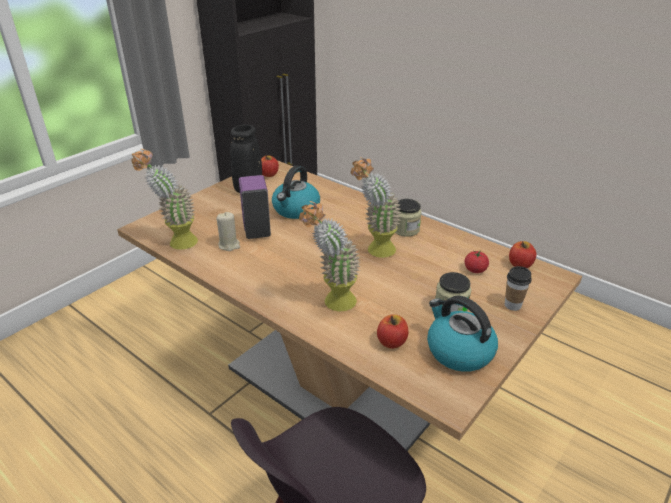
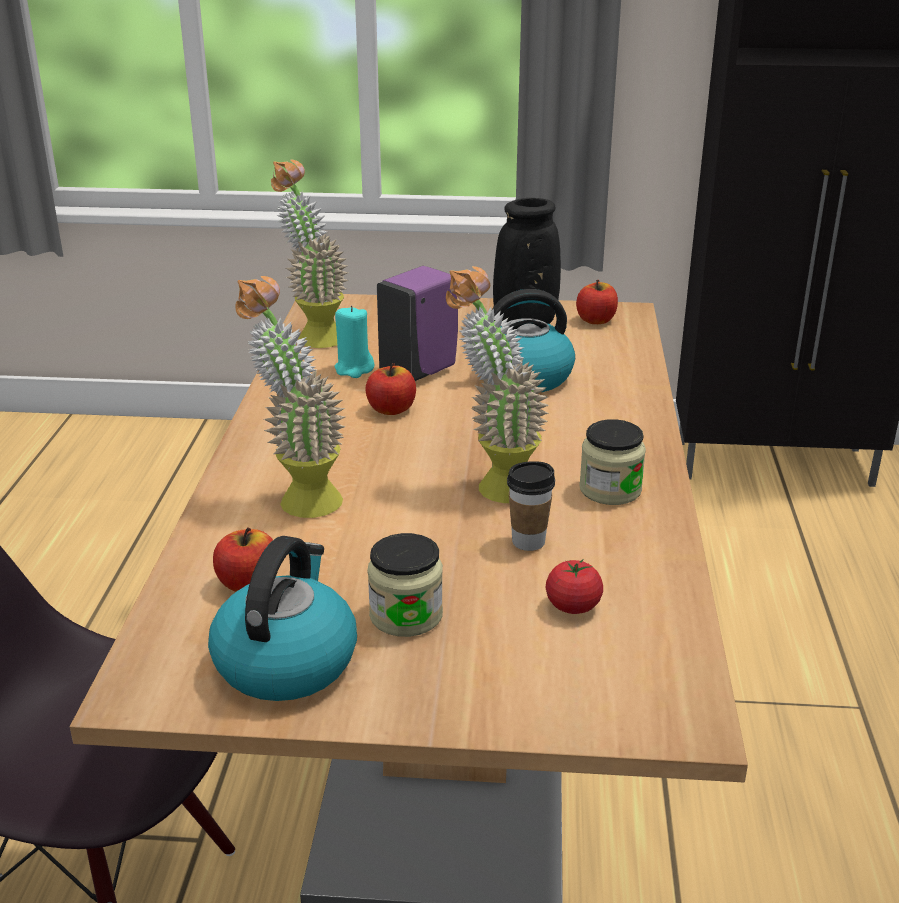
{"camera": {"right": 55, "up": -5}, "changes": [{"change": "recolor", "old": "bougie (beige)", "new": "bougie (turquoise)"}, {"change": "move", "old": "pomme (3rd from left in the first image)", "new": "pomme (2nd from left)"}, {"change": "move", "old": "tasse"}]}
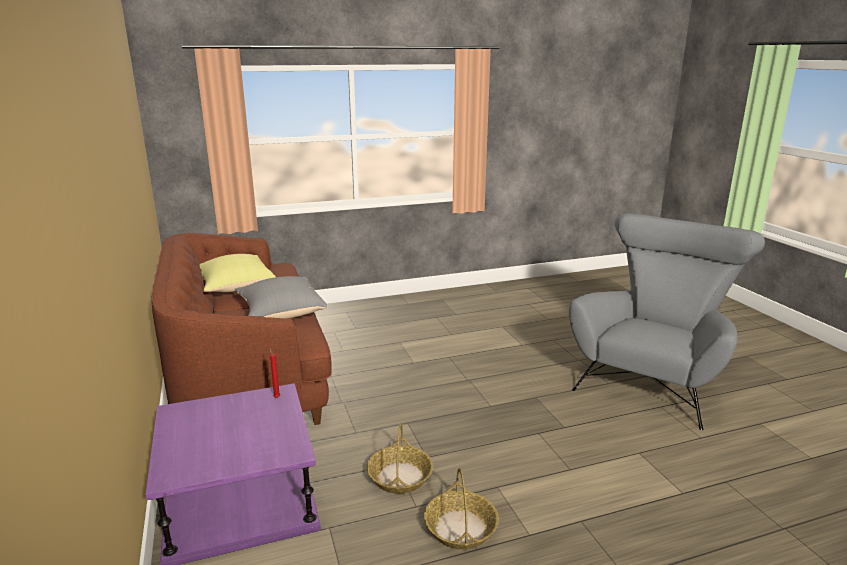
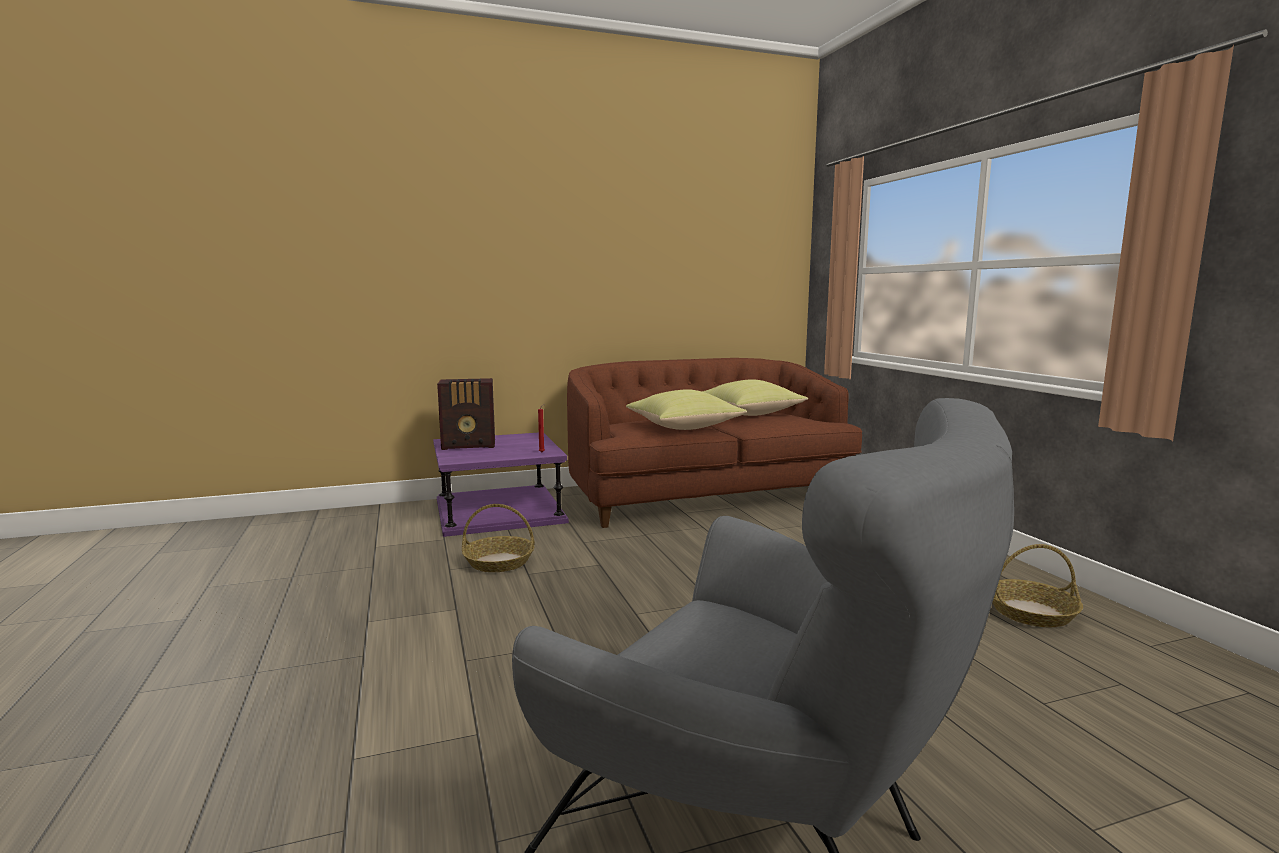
{"camera": {"right": 90, "up": -10}, "changes": [{"change": "recolor", "old": "coussin (gris)", "new": "coussin (jaune) (1st from left)"}, {"change": "move", "old": "panier (2nd from left)"}, {"change": "insert", "new": "radio"}]}
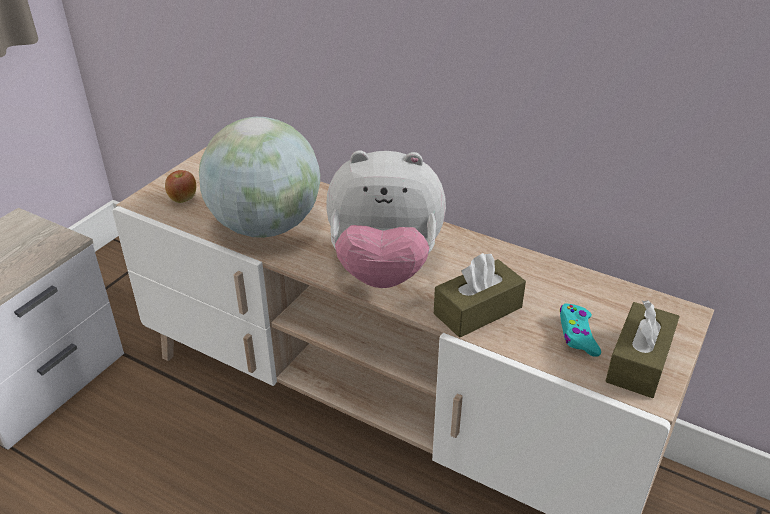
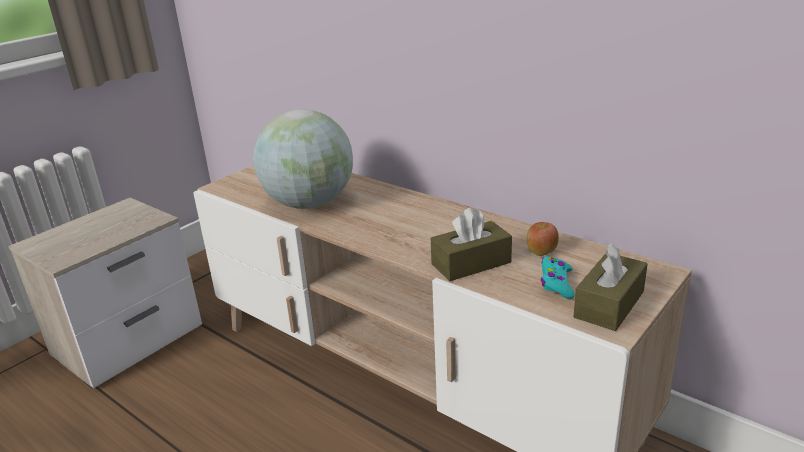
{"camera": {"right": 10, "up": -10}, "changes": [{"change": "delete", "old": "peluche"}, {"change": "move", "old": "pomme"}]}
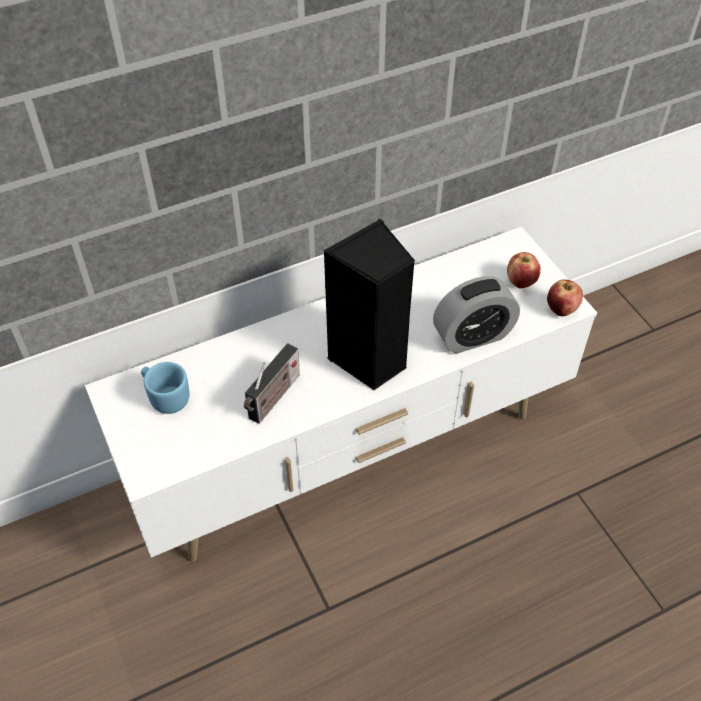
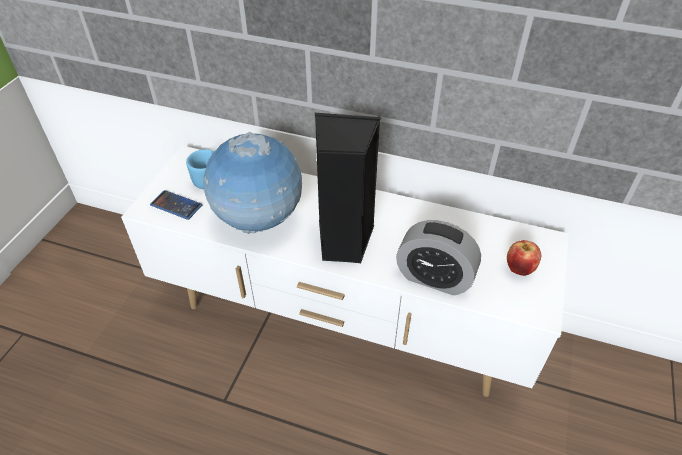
{"camera": {"right": 45, "up": -5}, "changes": [{"change": "delete", "old": "pomme (2nd from left)"}, {"change": "replace", "old": "radio", "new": "globe"}, {"change": "insert", "new": "téléphone"}]}
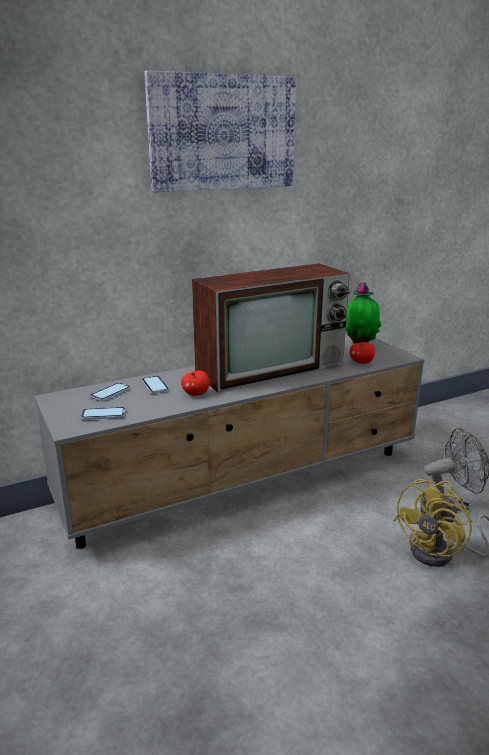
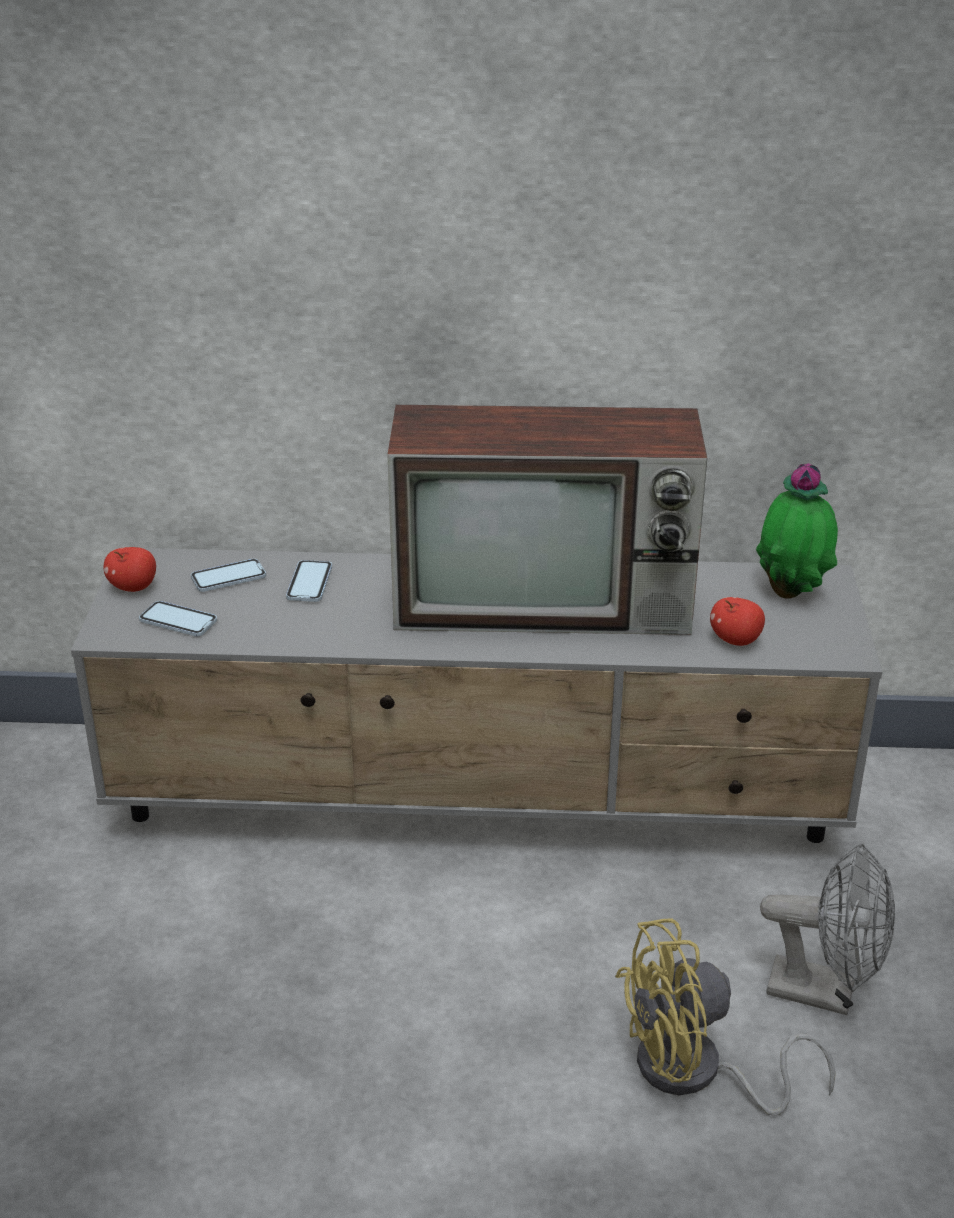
{"camera": {"right": 30, "up": 10}, "changes": [{"change": "delete", "old": "tableau"}, {"change": "move", "old": "pomme (1st from left)"}]}
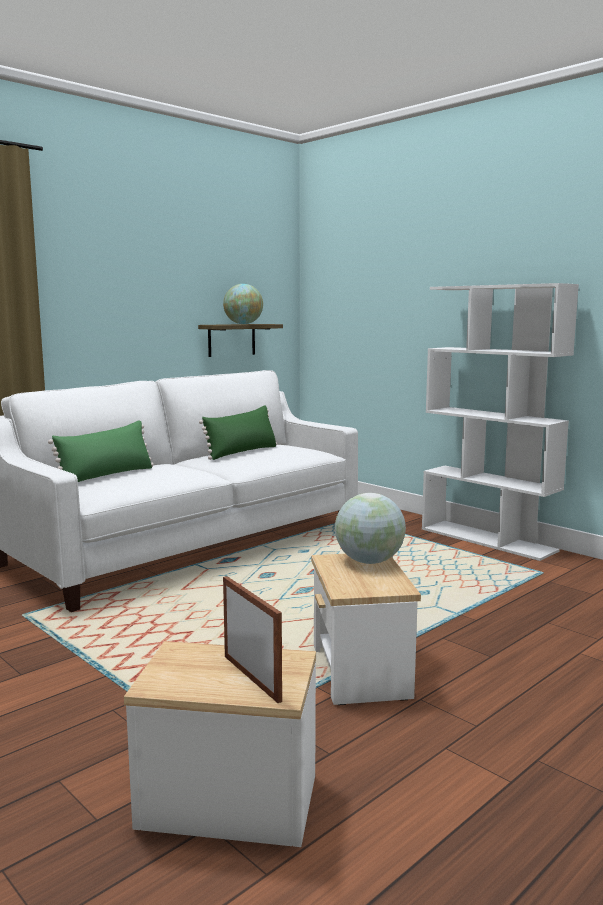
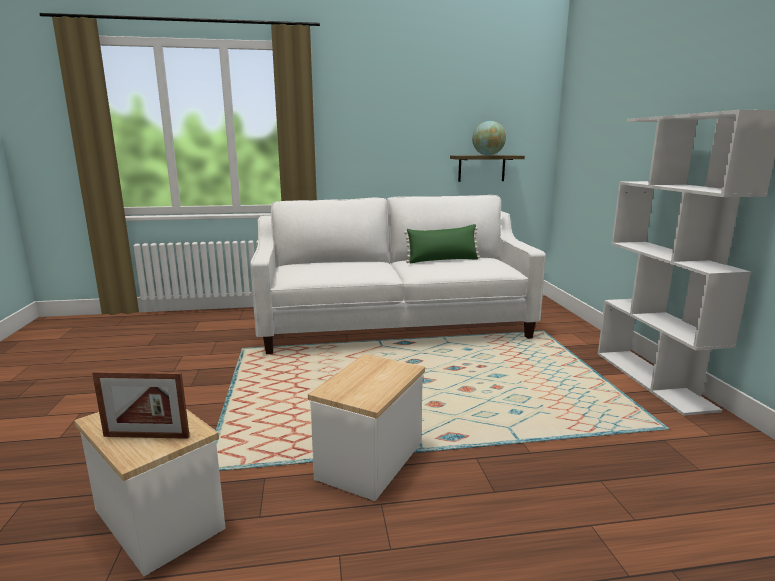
{"camera": {"right": 35, "up": 5}, "changes": [{"change": "delete", "old": "coussin (vert) (1st from left)"}, {"change": "delete", "old": "globe (2nd from left)"}, {"change": "rotate", "old": "cadre photo", "degrees": 90}]}
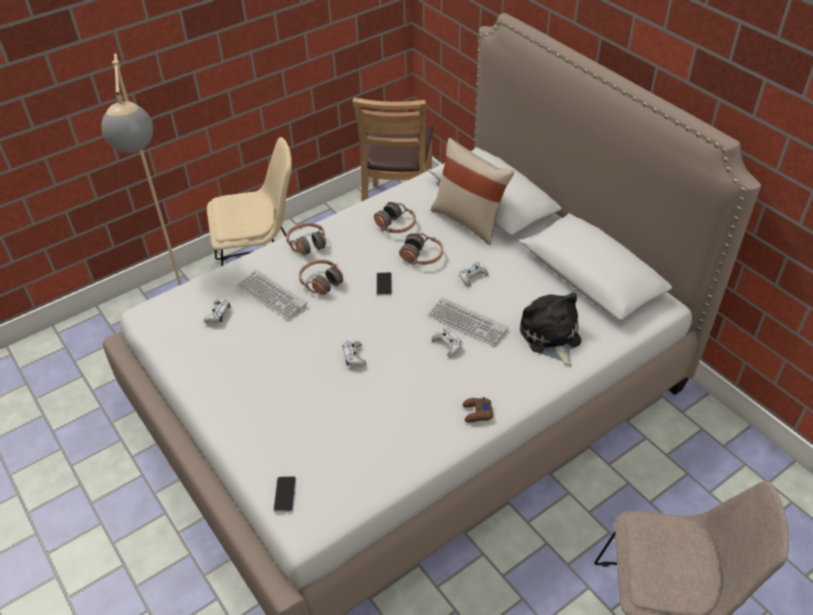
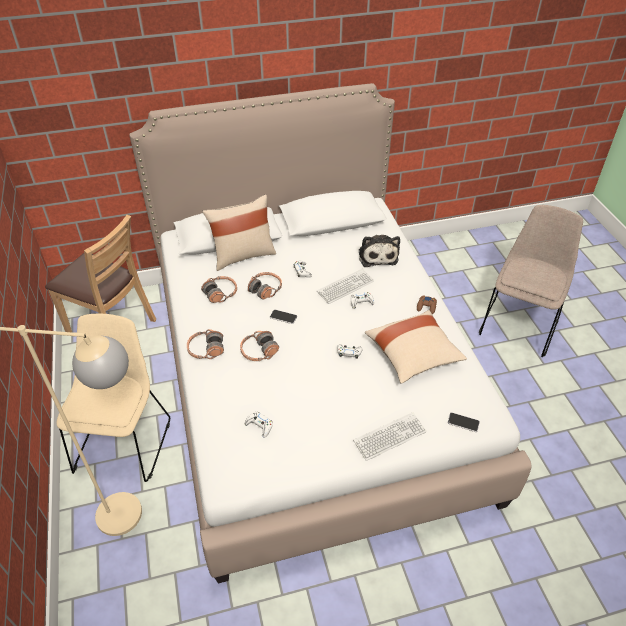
{"camera": {"right": -70, "up": 0}, "changes": [{"change": "move", "old": "clavier (1st from left in the first image)", "new": "clavier (2nd from left)"}, {"change": "rotate", "old": "peluche", "degrees": -105}, {"change": "insert", "new": "coussin (beige) (2nd from left)"}]}
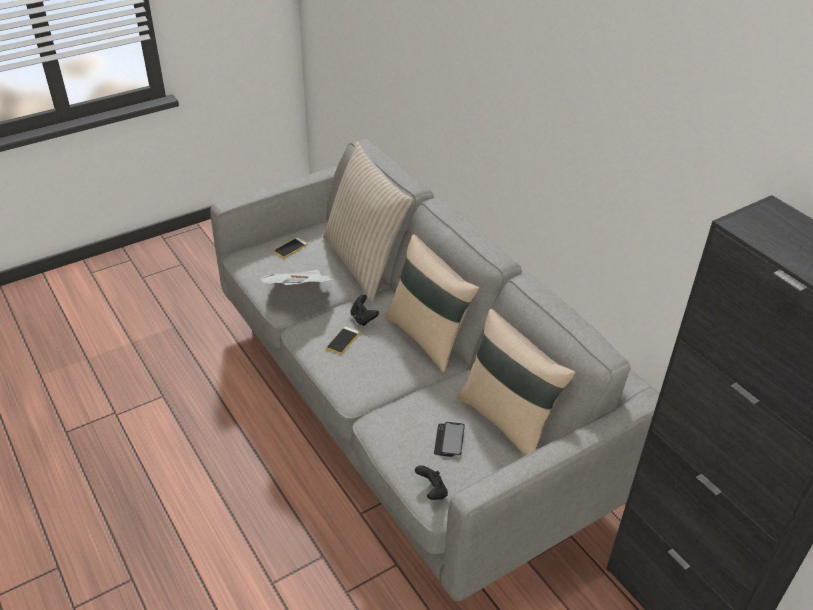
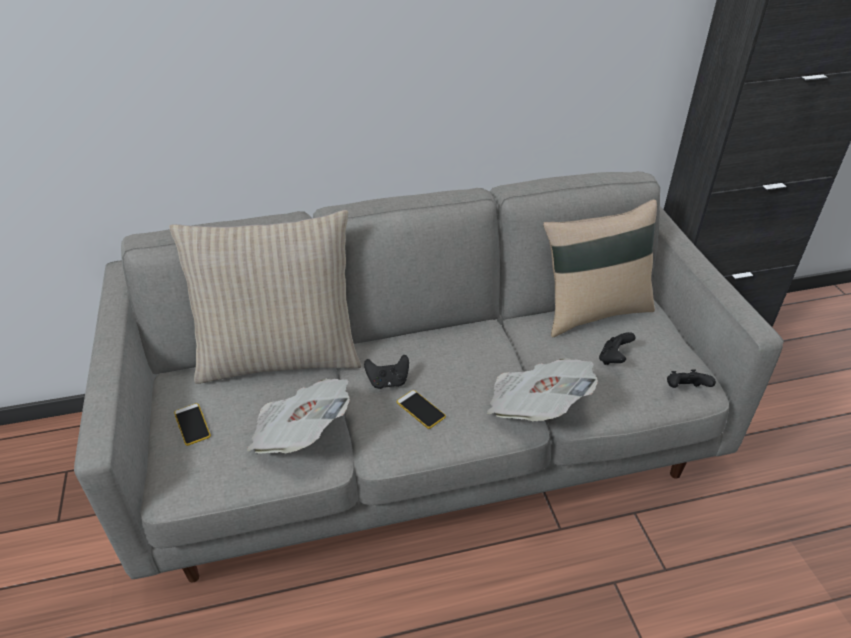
{"camera": {"right": -70, "up": 0}, "changes": [{"change": "delete", "old": "coussin (beige) (2nd from left)"}, {"change": "replace", "old": "téléphone (3rd from left)", "new": "manette (noir) (2nd from left)"}, {"change": "insert", "new": "journal (2nd from left)"}]}
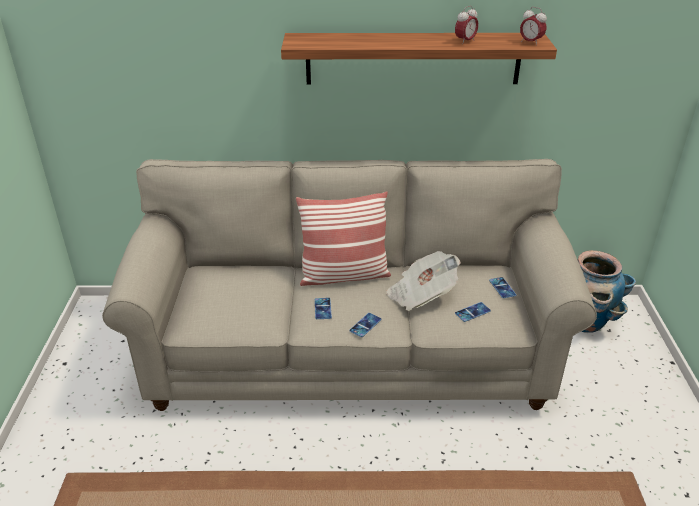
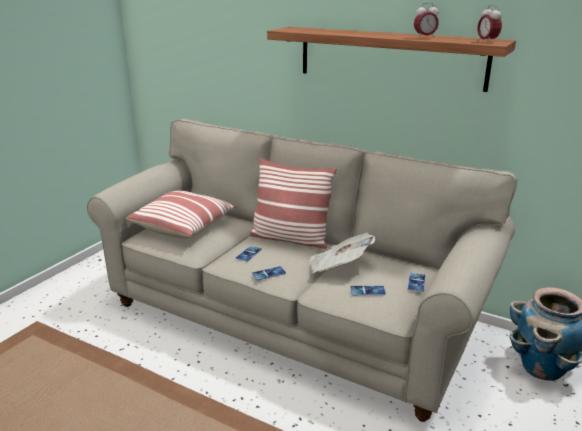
{"camera": {"right": 30, "up": -10}, "changes": [{"change": "insert", "new": "coussin (1st from left)"}]}
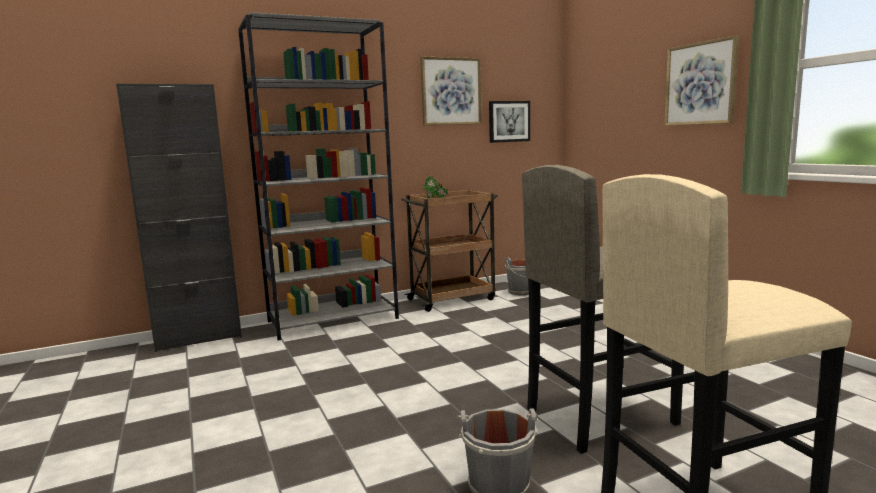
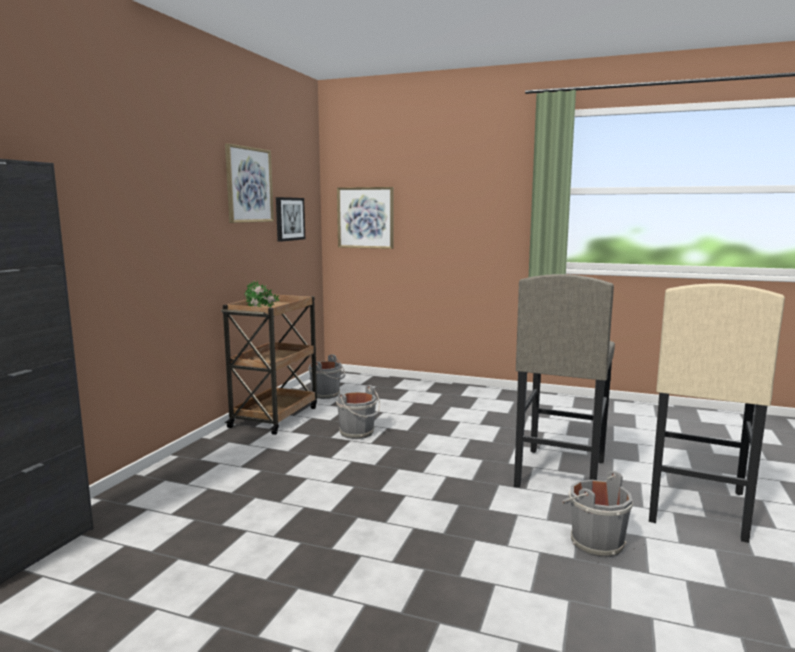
{"camera": {"right": -45, "up": 0}, "changes": [{"change": "delete", "old": "bibliothèque (gris)"}, {"change": "move", "old": "tableau (3rd from left)"}, {"change": "insert", "new": "seau (gris) (2nd from left)"}]}
